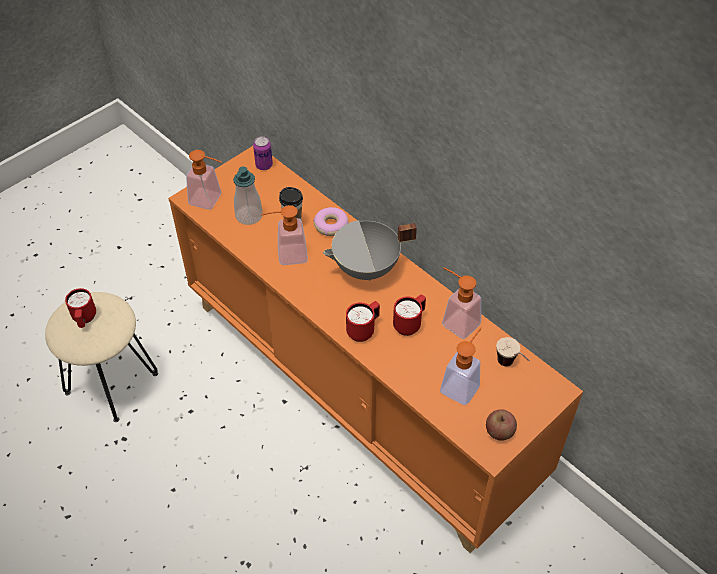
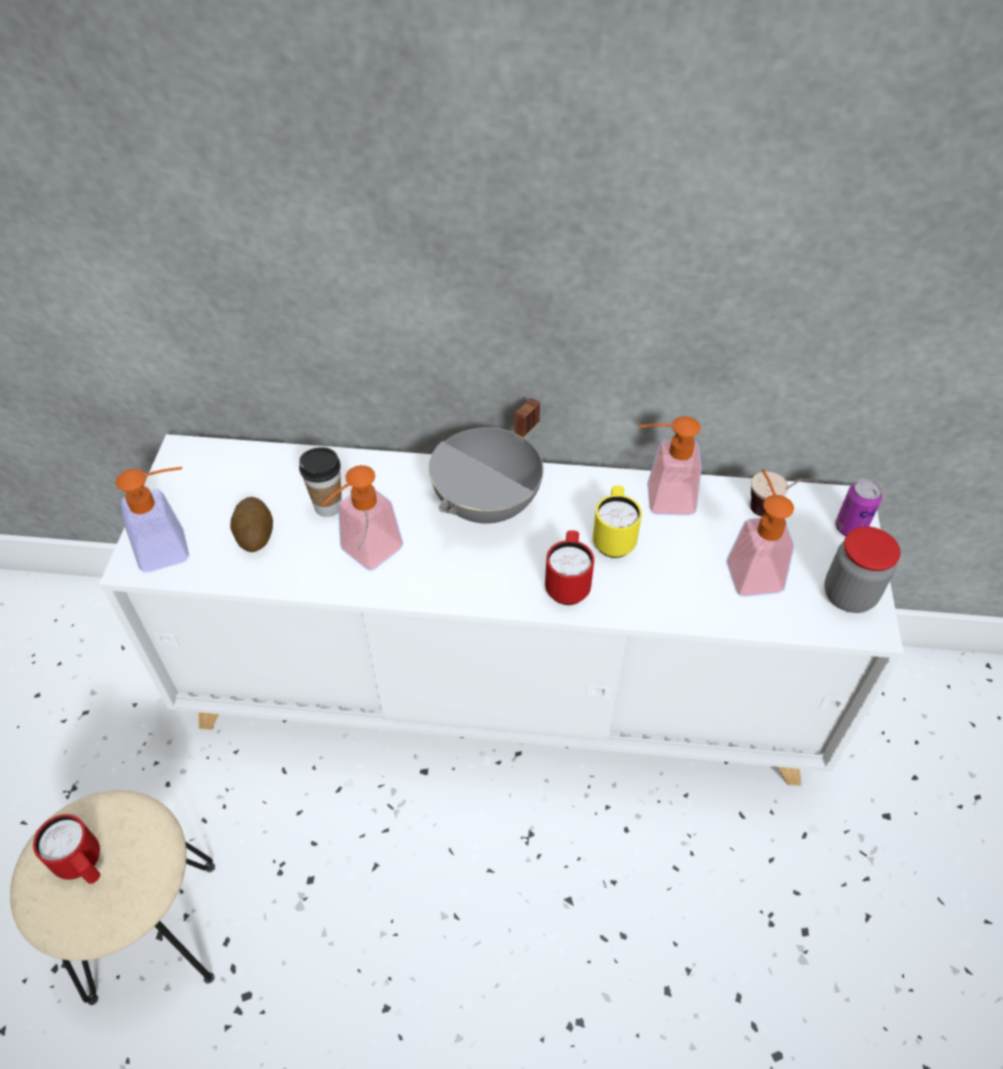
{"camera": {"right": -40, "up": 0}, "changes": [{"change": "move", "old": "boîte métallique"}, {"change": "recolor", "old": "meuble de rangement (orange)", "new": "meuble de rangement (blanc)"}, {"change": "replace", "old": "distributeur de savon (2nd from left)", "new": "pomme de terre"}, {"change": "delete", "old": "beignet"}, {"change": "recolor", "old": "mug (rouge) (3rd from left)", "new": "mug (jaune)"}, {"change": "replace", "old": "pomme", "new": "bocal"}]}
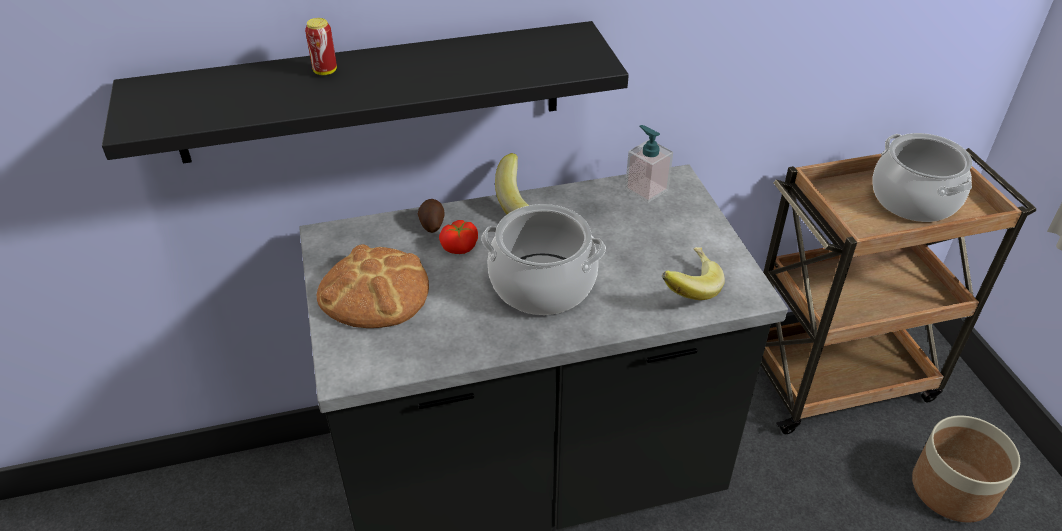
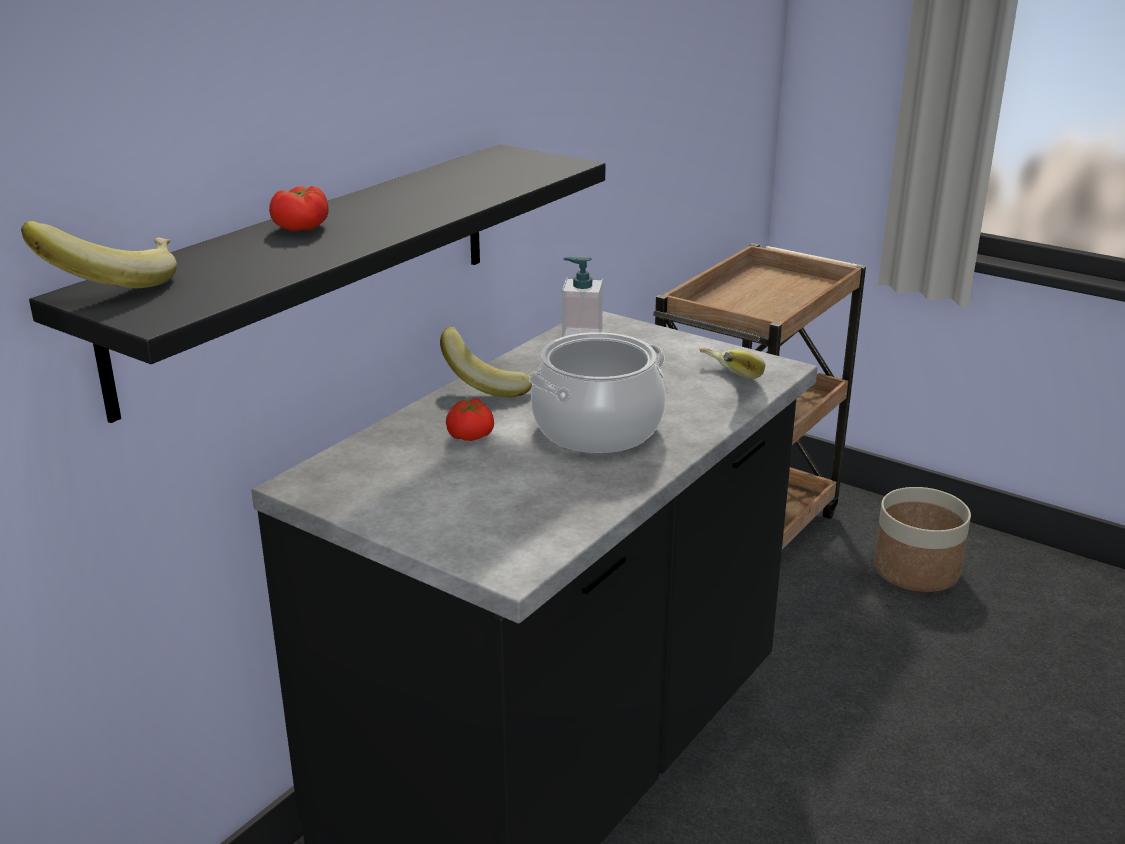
{"camera": {"right": -40, "up": -15}, "changes": [{"change": "replace", "old": "boîte métallique", "new": "tomate (1st from left)"}, {"change": "delete", "old": "marmite (2nd from left)"}, {"change": "delete", "old": "pomme de terre"}, {"change": "delete", "old": "pain"}, {"change": "insert", "new": "banane (1st from left)"}]}
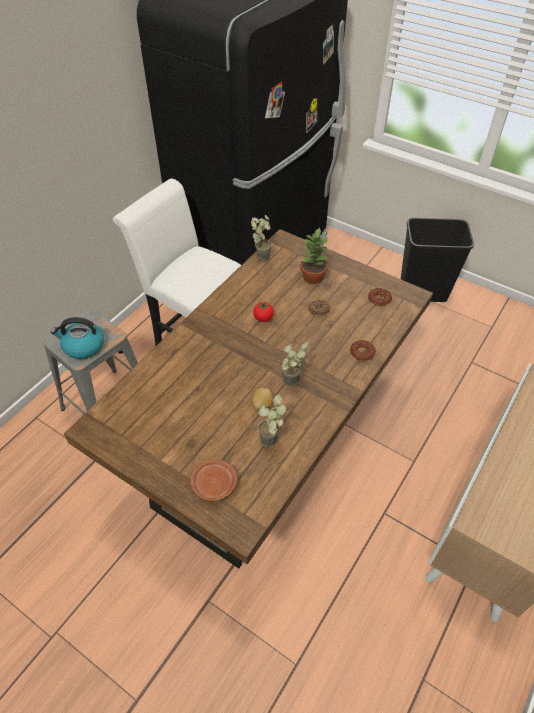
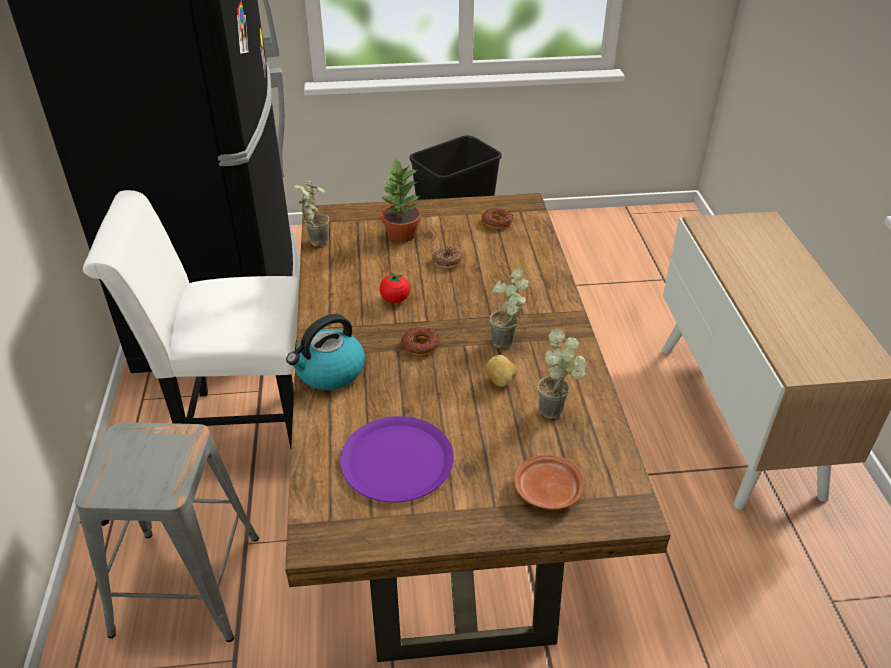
{"camera": {"right": -40, "up": -10}, "changes": [{"change": "move", "old": "bouilloire"}, {"change": "move", "old": "beignet (2nd from left in the first image)", "new": "beignet (1st from left)"}, {"change": "insert", "new": "assiette (violet)"}]}
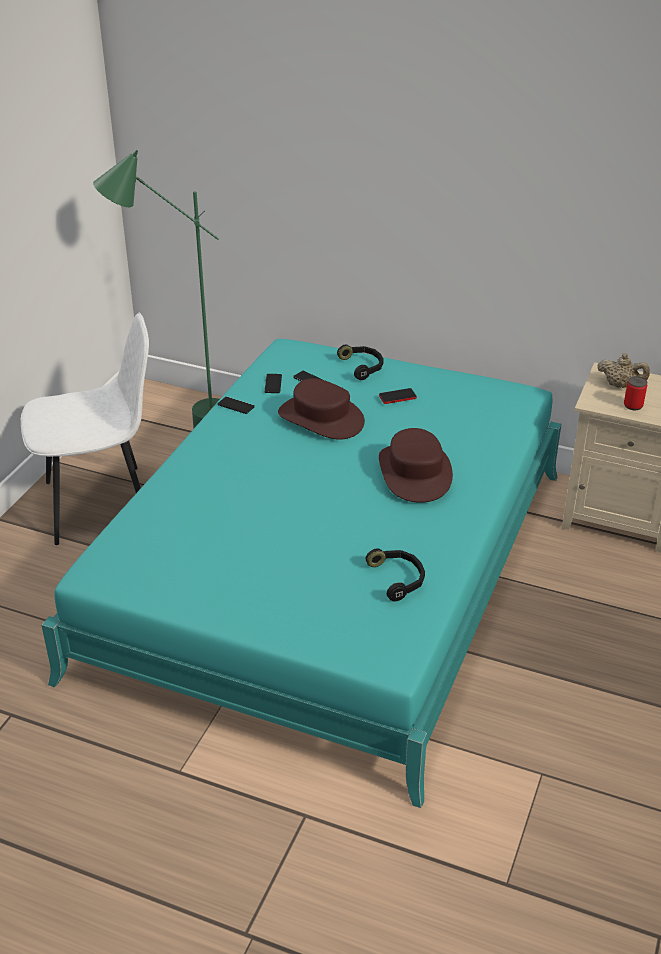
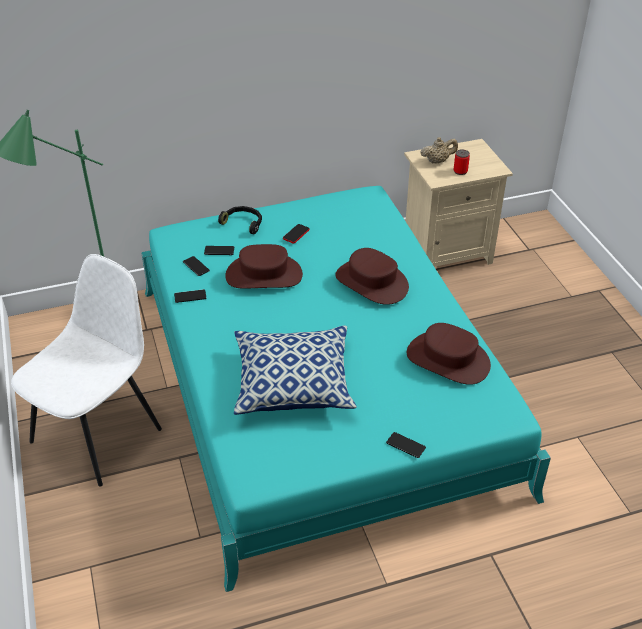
{"camera": {"right": -40, "up": 5}, "changes": [{"change": "replace", "old": "casque audio (noir) (2nd from left)", "new": "chapeau (marron) (3rd from left)"}, {"change": "insert", "new": "coussin"}, {"change": "insert", "new": "téléphone (5th from left)"}]}
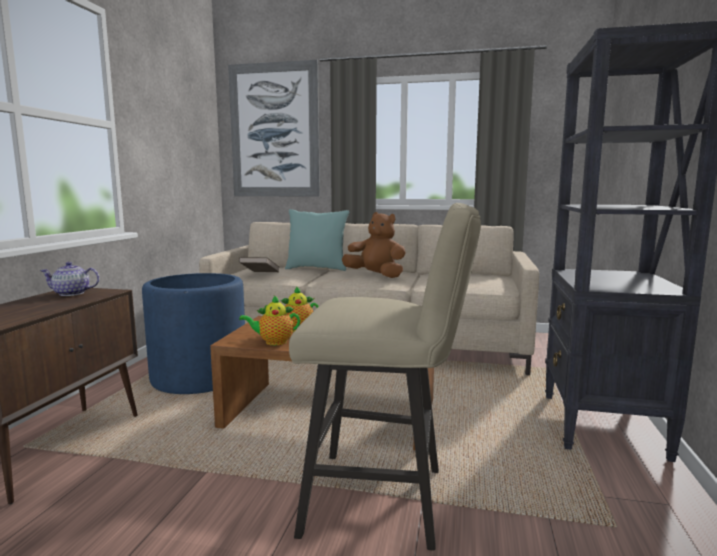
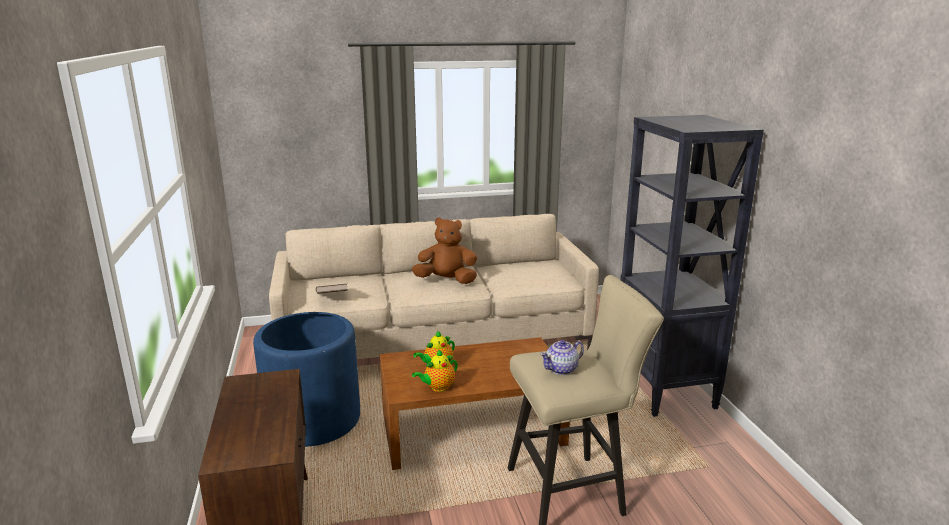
{"camera": {"right": -25, "up": 10}, "changes": [{"change": "delete", "old": "tableau"}, {"change": "delete", "old": "coussin (turquoise)"}, {"change": "move", "old": "théière (1st from left in the first image)", "new": "théière (3rd from left)"}]}
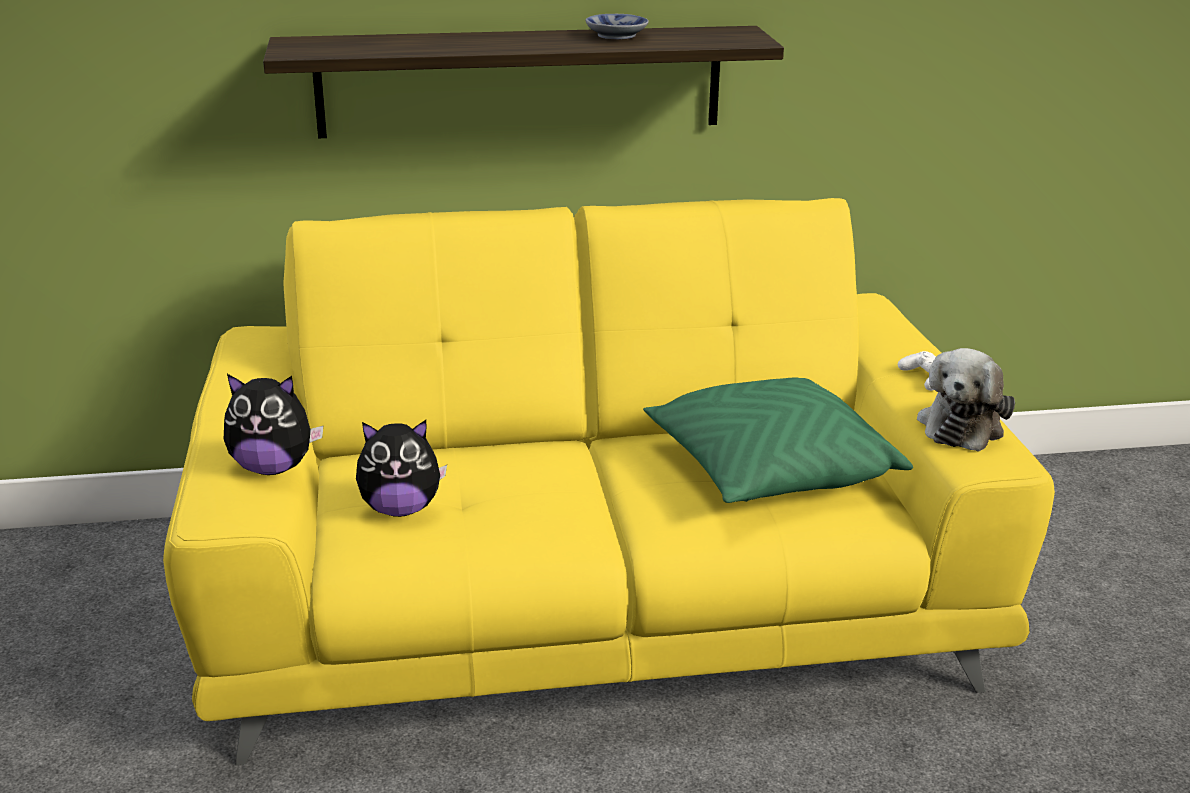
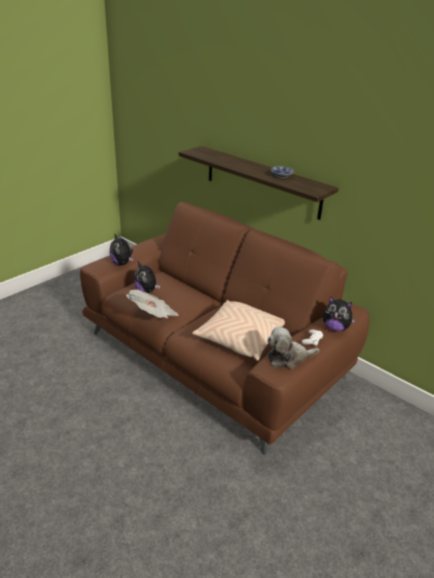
{"camera": {"right": 50, "up": 5}, "changes": [{"change": "recolor", "old": "canapé (jaune)", "new": "canapé (marron)"}, {"change": "recolor", "old": "coussin (vert)", "new": "coussin (beige)"}, {"change": "insert", "new": "journal"}, {"change": "insert", "new": "peluche (4th from left)"}]}
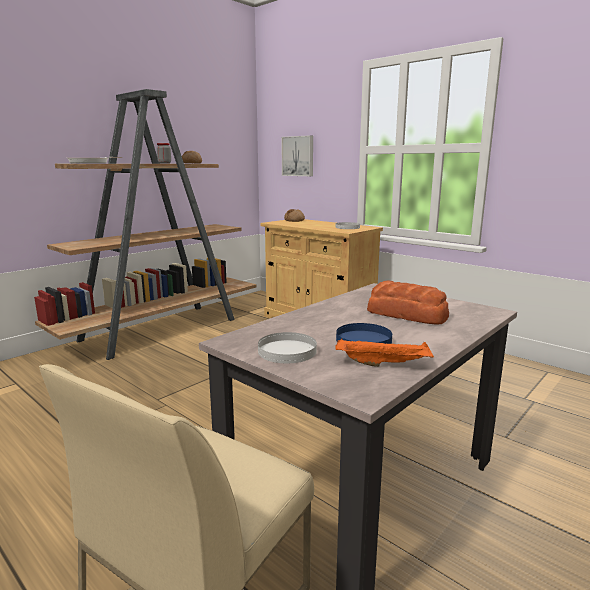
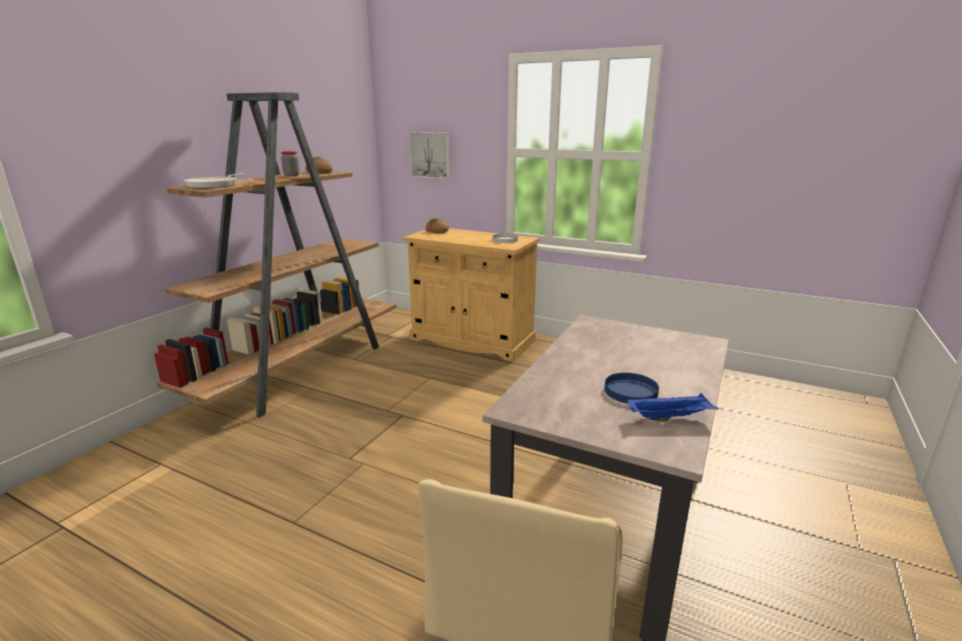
{"camera": {"right": -15, "up": 5}, "changes": [{"change": "delete", "old": "pain (3rd from left)"}, {"change": "delete", "old": "assiette (blanc) (1st from left)"}, {"change": "recolor", "old": "plateau (orange)", "new": "plateau (bleu)"}]}
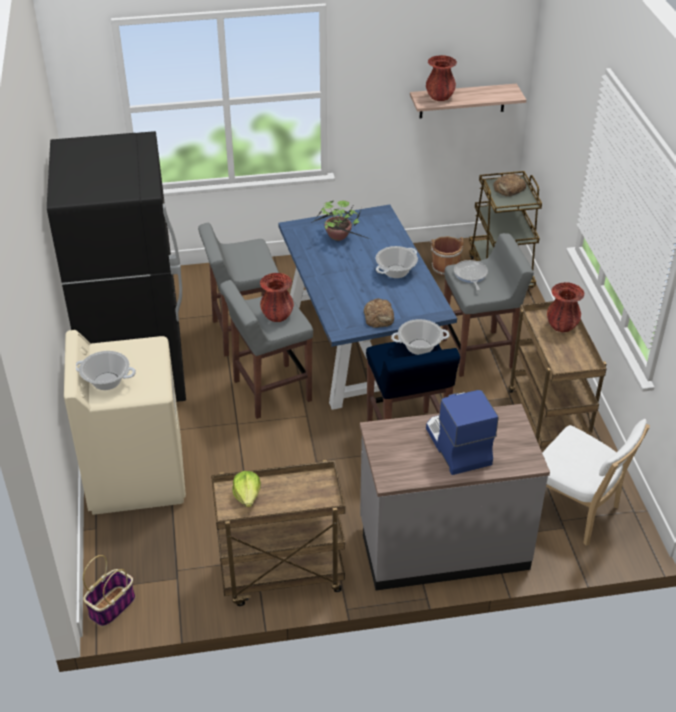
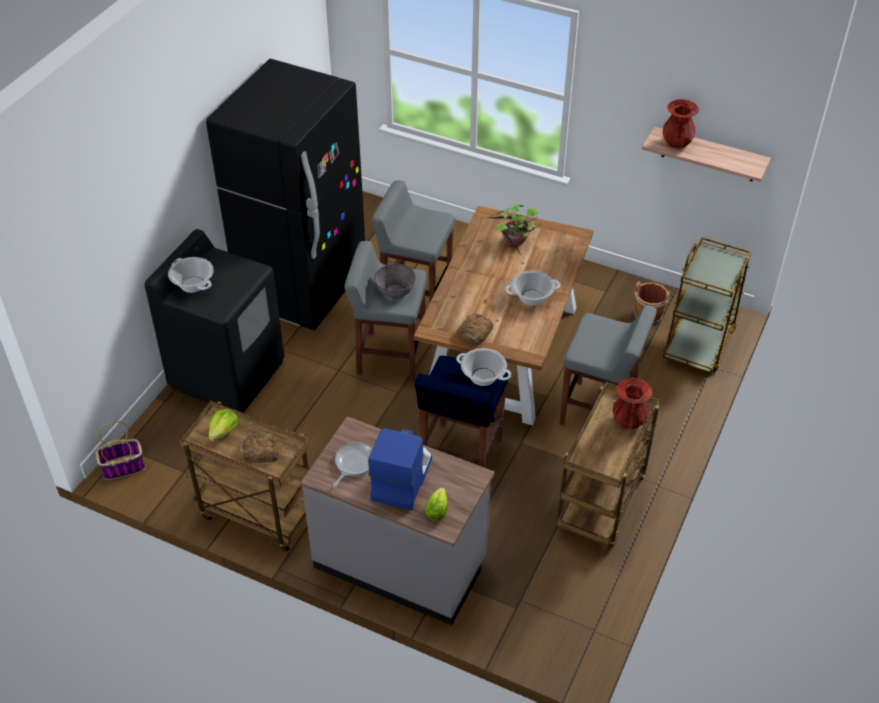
{"camera": {"right": 35, "up": 5}, "changes": [{"change": "move", "old": "pain (2nd from left in the first image)", "new": "pain (1st from left)"}, {"change": "recolor", "old": "table à manger (bleu)", "new": "table à manger (marron)"}, {"change": "move", "old": "poêle"}, {"change": "replace", "old": "vase (rouge) (1st from left)", "new": "bol (gris)"}, {"change": "recolor", "old": "lave-linge (beige)", "new": "lave-linge (noir)"}, {"change": "delete", "old": "chaise (blanc)"}, {"change": "insert", "new": "laitue (2nd from left)"}]}
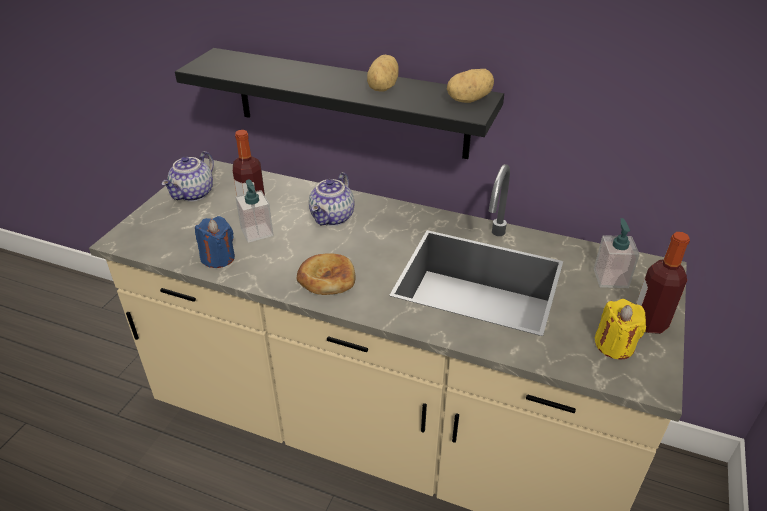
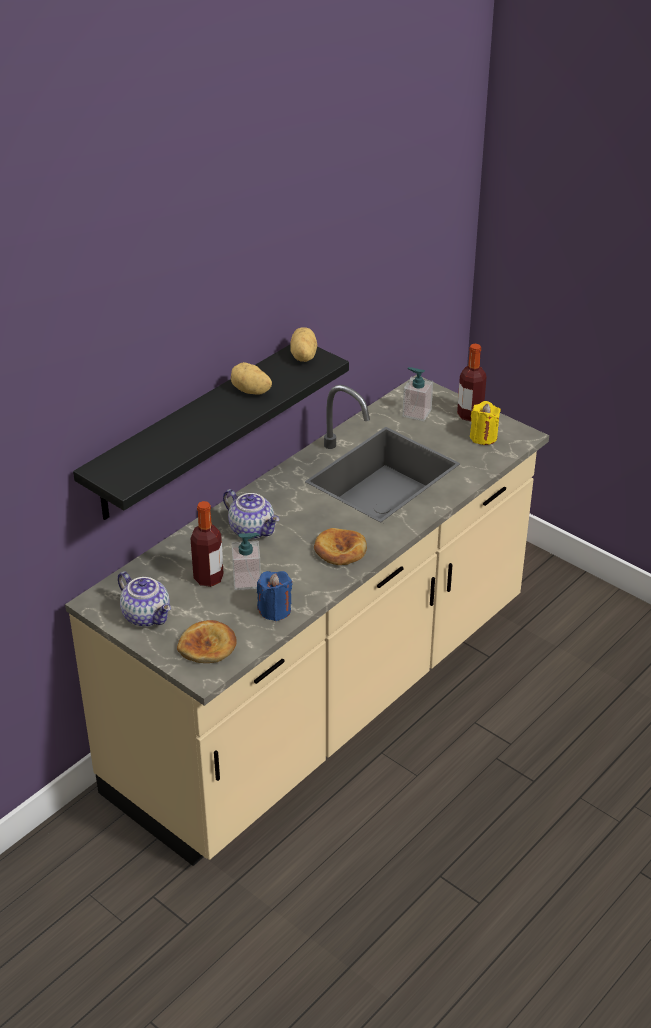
{"camera": {"right": -70, "up": 0}, "changes": [{"change": "insert", "new": "pain (1st from left)"}]}
